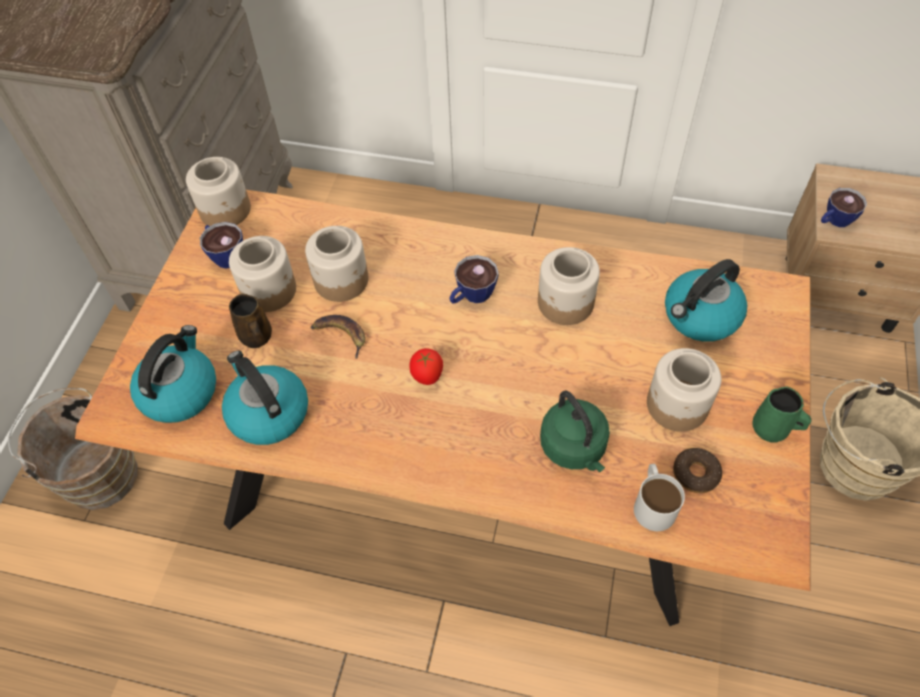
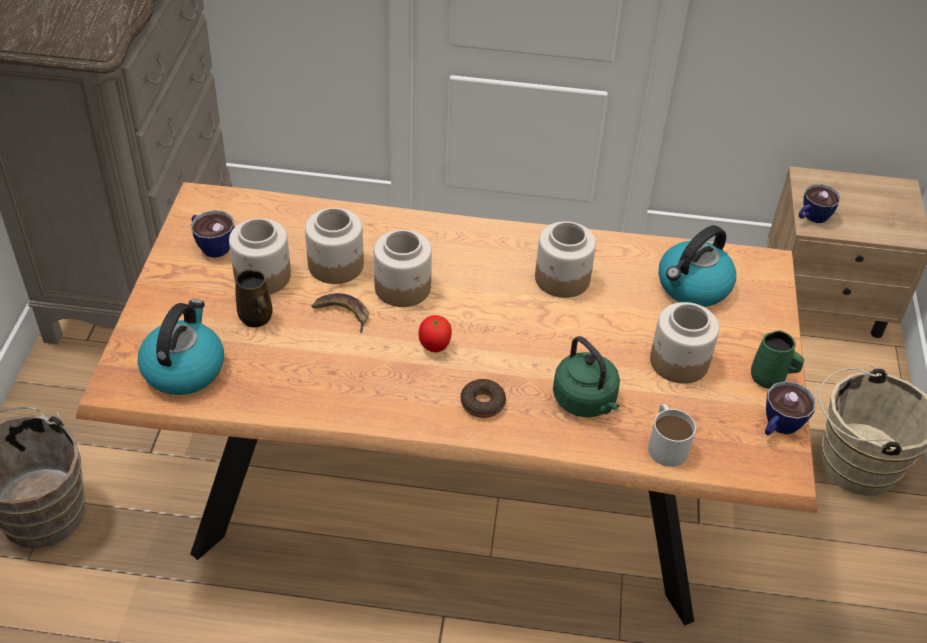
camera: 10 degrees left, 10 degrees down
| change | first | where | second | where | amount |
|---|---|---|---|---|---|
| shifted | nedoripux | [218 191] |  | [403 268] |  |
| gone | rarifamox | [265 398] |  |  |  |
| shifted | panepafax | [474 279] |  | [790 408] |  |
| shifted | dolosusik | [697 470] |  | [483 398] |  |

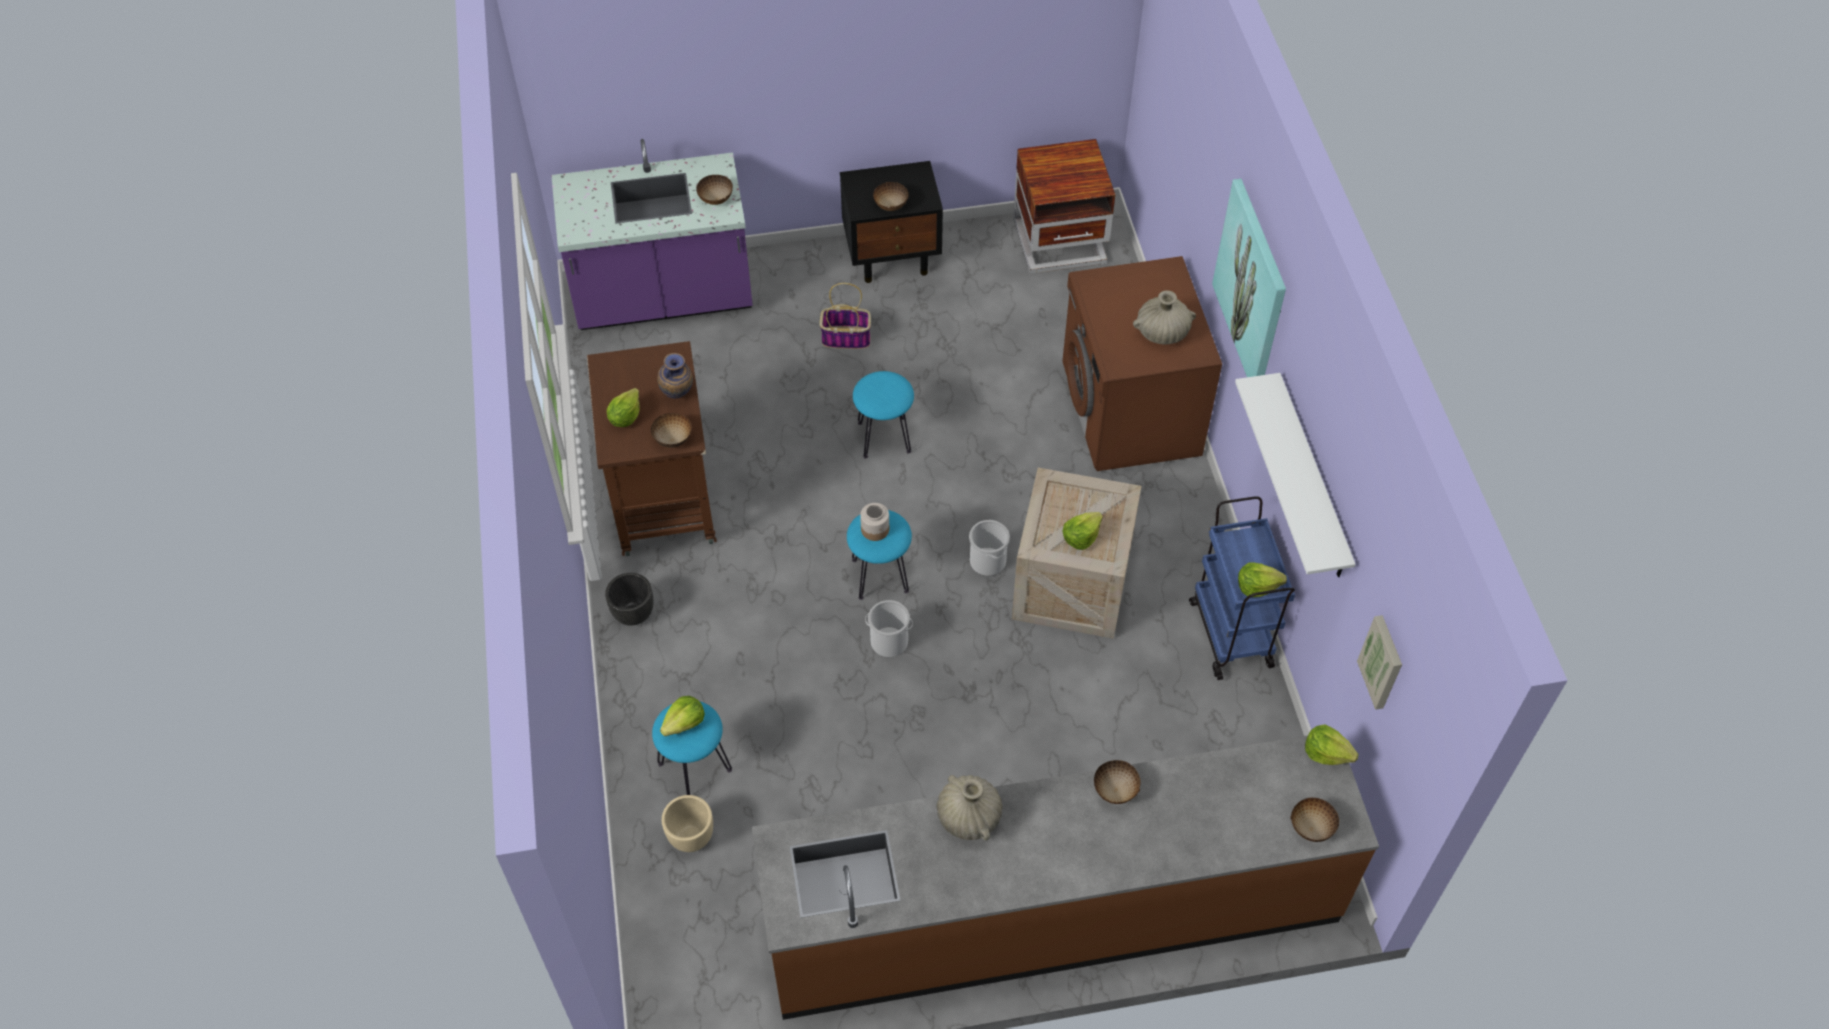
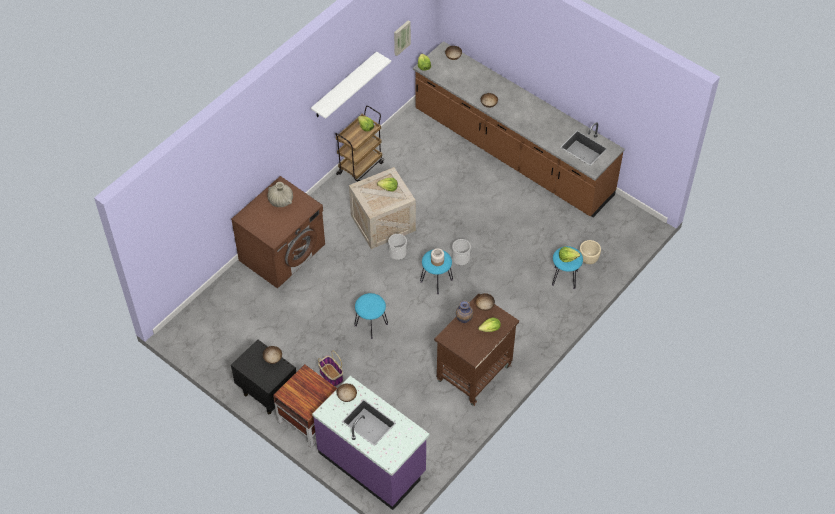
camera: 130 degrees left, 0 degrees up
| change | first | where | second | where | amount |
|---|---|---|---|---|---|
| gone | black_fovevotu | [629 599] |  |  |  |
| gone | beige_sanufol | [969 808] |  |  |  |
| shifted | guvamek | [1064 206] |  | [305 406] |  |
| repainted | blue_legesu | [1242 588] | brown_legesu | [360 144] |  |
| gone | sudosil | [1249 278] |  |  |  |

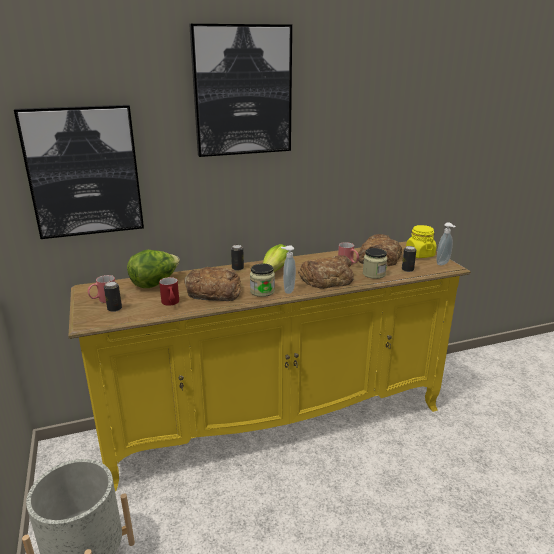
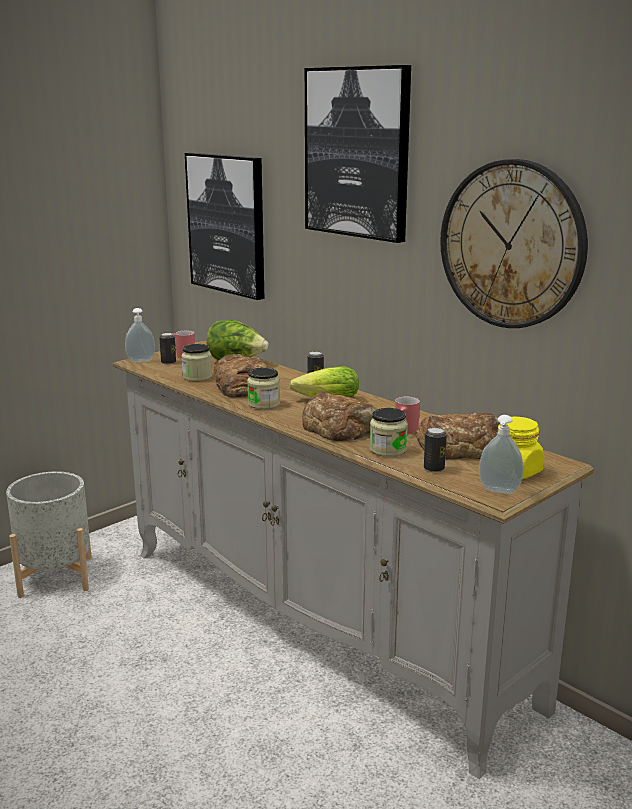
camera: 65 degrees right, 5 degrees down
| change | first | where | second | where | amount |
|---|---|---|---|---|---|
| repainted | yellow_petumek | [270 366] | grey_petumek | [353 560] |  |
| swapped | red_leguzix | [169 291] | nedoripux | [196 362] |  |
| shifted | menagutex | [288 269] |  | [140 335] |  |
| new |  |  | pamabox | [514 243] |  |

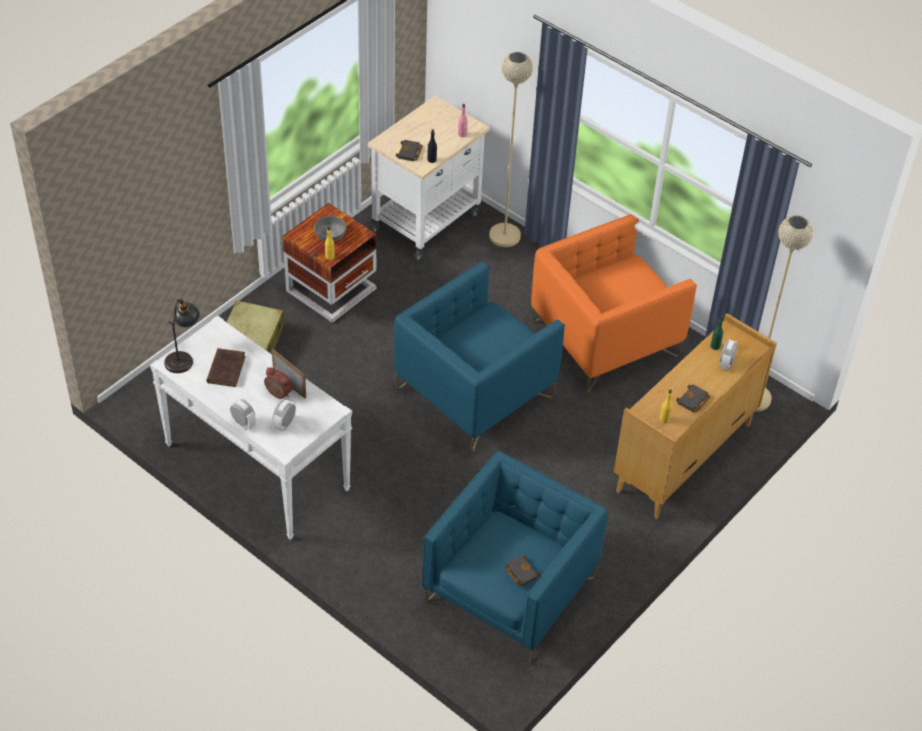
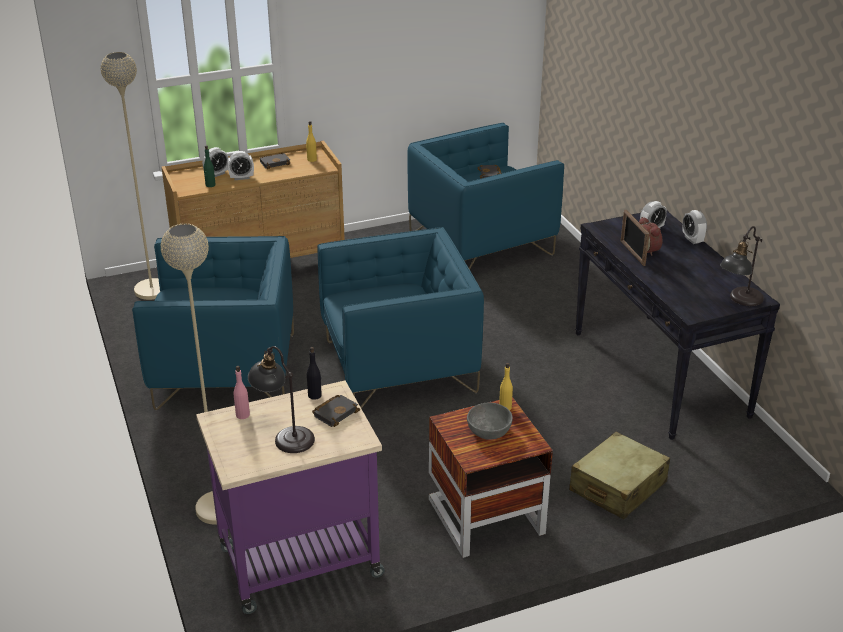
camera: 150 degrees left, 15 degrees down
| change | first | where | second | where | amount |
|---|---|---|---|---|---|
| repainted | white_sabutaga | [251 427] | black_sabutaga | [677 325] |  |
| gone | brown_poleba | [226 367] |  |  |  |
| repainted | white_legesu | [429 177] | purple_legesu | [290 497] |  |
| repainted | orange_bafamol | [614 303] | blue_bafamol | [213 323] |  |
| new |  |  | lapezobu | [240 165] |  |
| new |  |  | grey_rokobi | [281 399] |  |

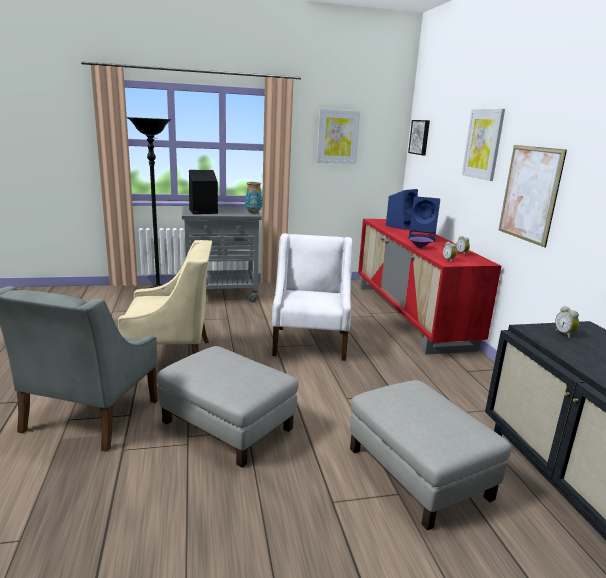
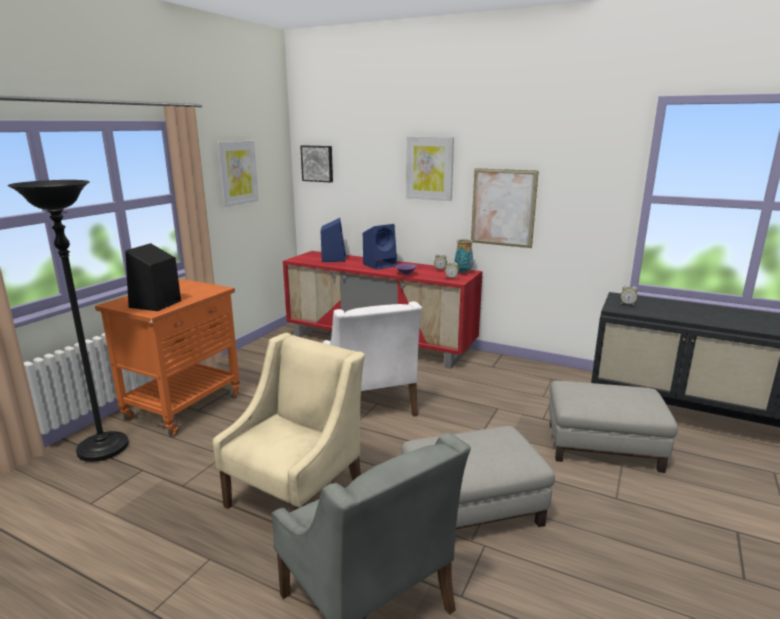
camera: 50 degrees left, 0 degrees up
| change | first | where | second | where | amount |
|---|---|---|---|---|---|
| repainted | grey_legesu | [222 254] | orange_legesu | [167 357] |  |
| shifted | sanufol | [253 198] |  | [463 256] |  |
| rotated | white_bafamol | [312 297] |  | [372 359] | 150 degrees counterclockwise |

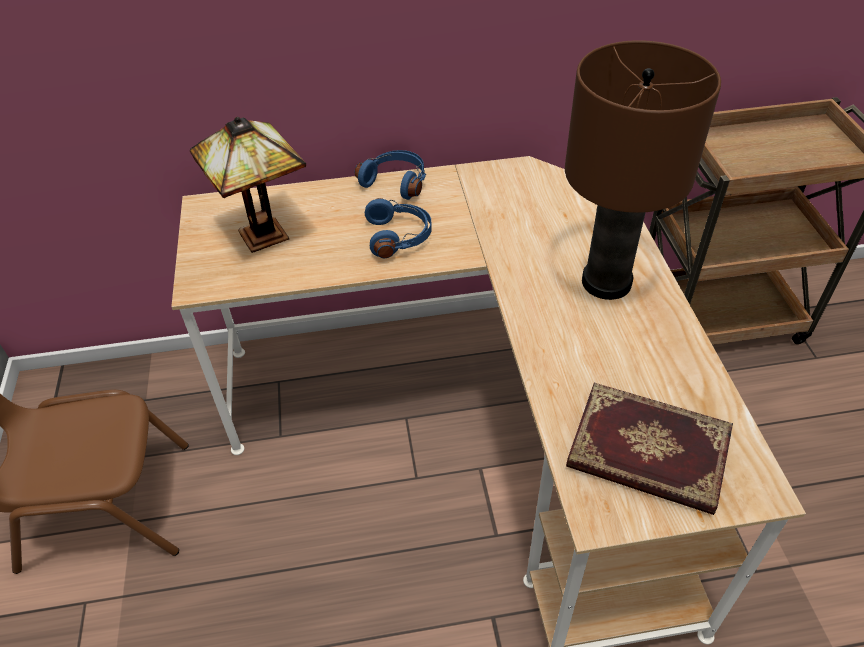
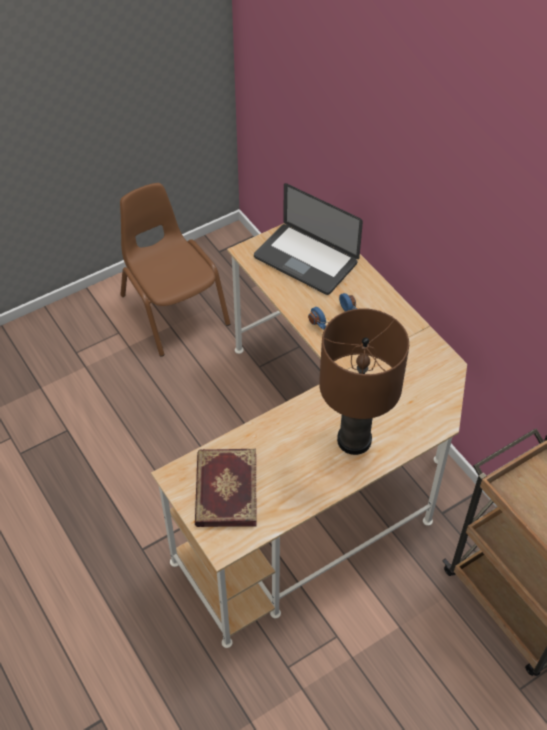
camera: 65 degrees right, 5 degrees up
| change | first | where | second | where | amount |
|---|---|---|---|---|---|
| swapped | rokobi | [248 185] | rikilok | [308 239] |  |
| gone | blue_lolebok | [390 175] |  |  |  |

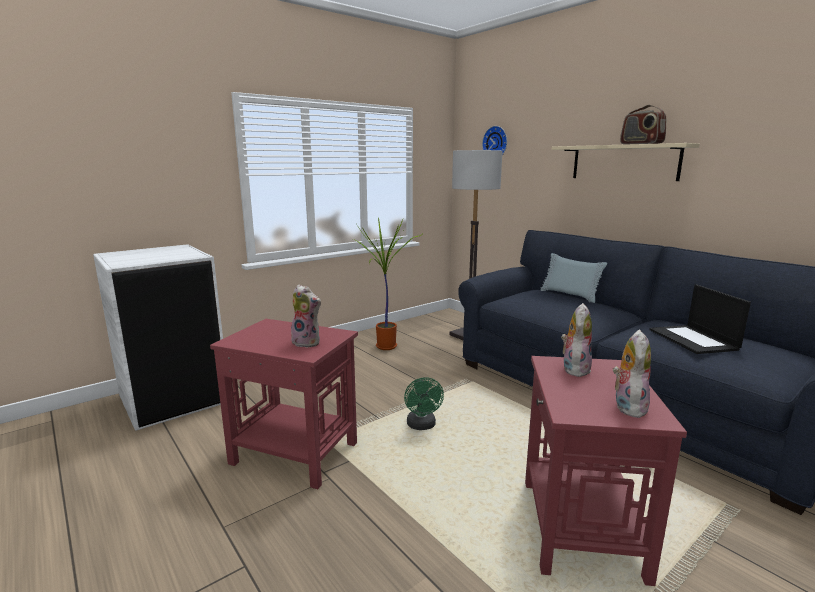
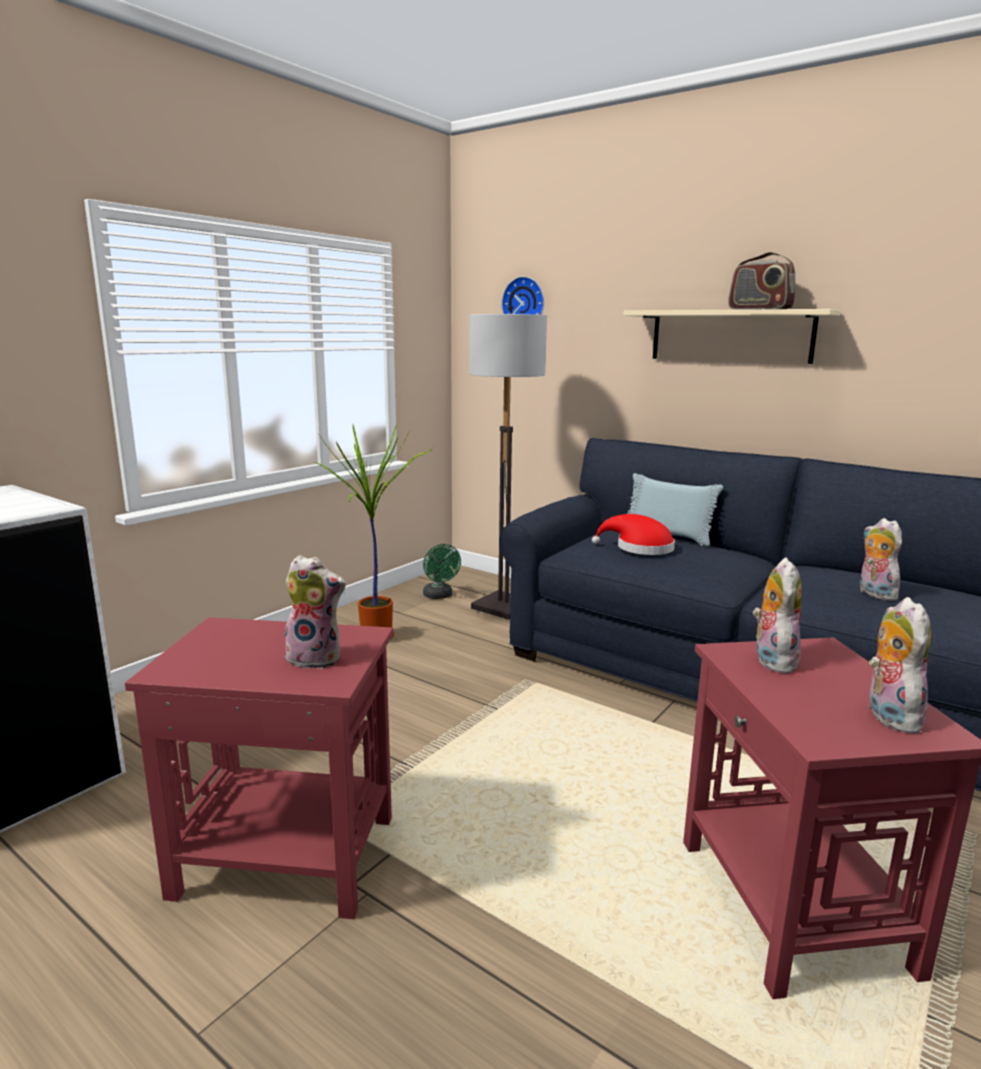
camera: 15 degrees left, 0 degrees up
| change | first | where | second | where | amount |
|---|---|---|---|---|---|
| shifted | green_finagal | [424 403] |  | [442 571] |  |
| swapped | rikilok | [700 319] | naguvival | [880 559] |  |
| new |  |  | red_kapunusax | [633 534] |  |

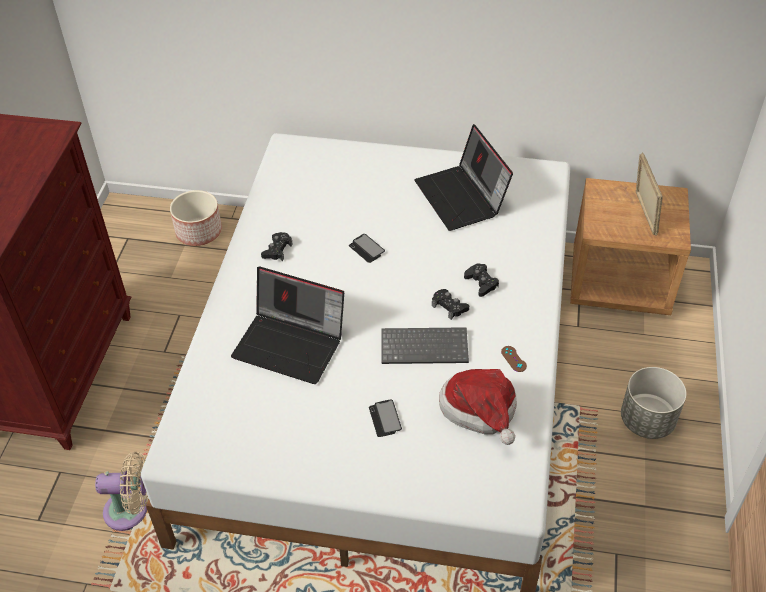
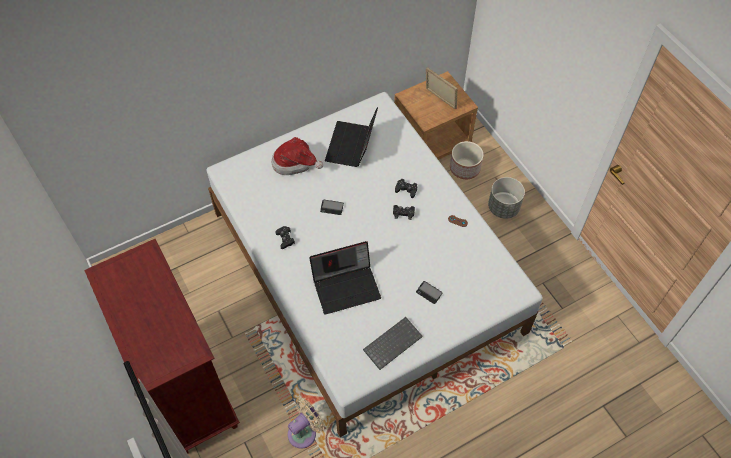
camera: 40 degrees left, 10 degrees up
| change | first | where | second | where | amount |
|---|---|---|---|---|---|
| shifted | fovevotu | [196 218] |  | [467 160] |  |
| shifted | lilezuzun | [425 345] |  | [393 343] |  |
| rotated | rikilok | [463 177] |  | [351 137] | 75 degrees clockwise |
| shifted | kapunusax | [478 407] |  | [297 156] |  |

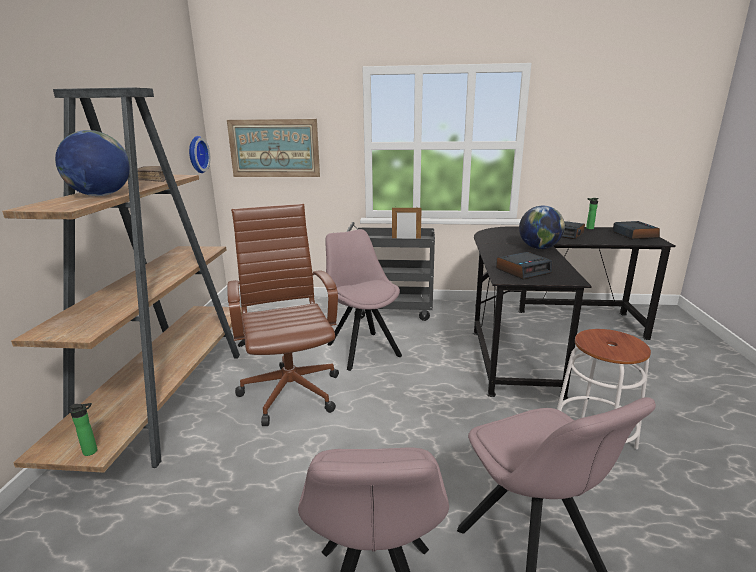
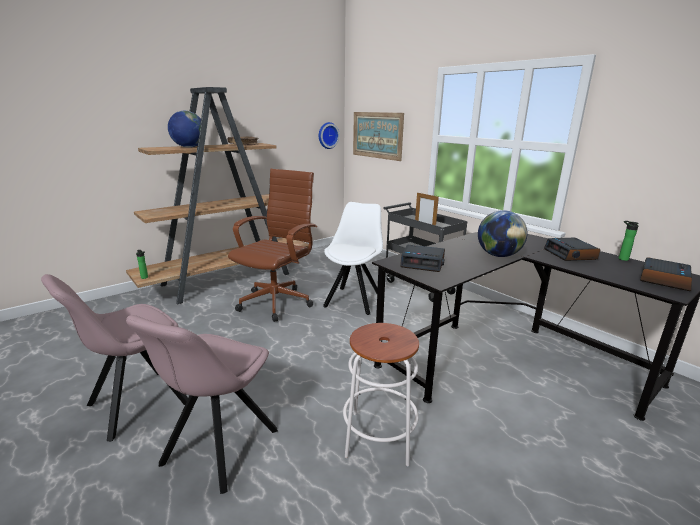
camera: 45 degrees right, 0 degrees up
| change | first | where | second | where | amount |
|---|---|---|---|---|---|
| repainted | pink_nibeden | [363 300] | white_nibeden | [353 258] |  |

